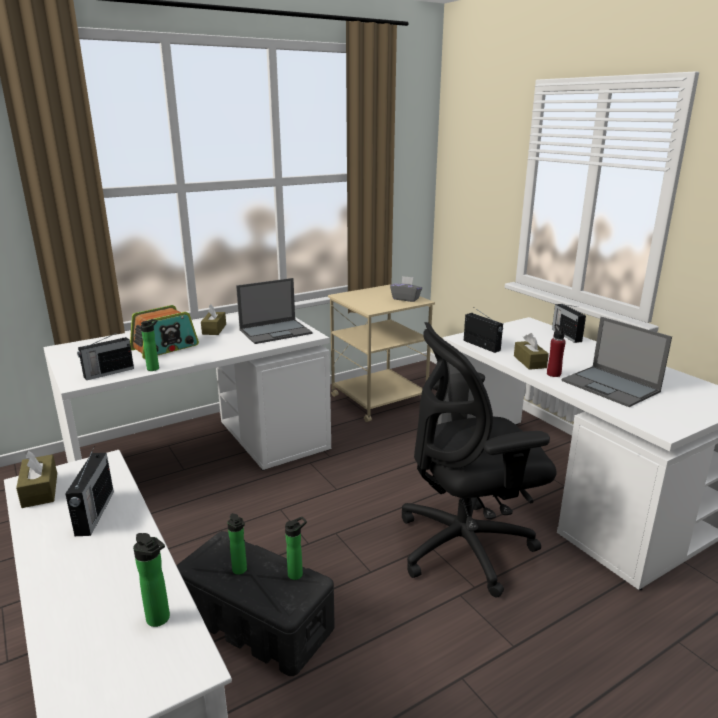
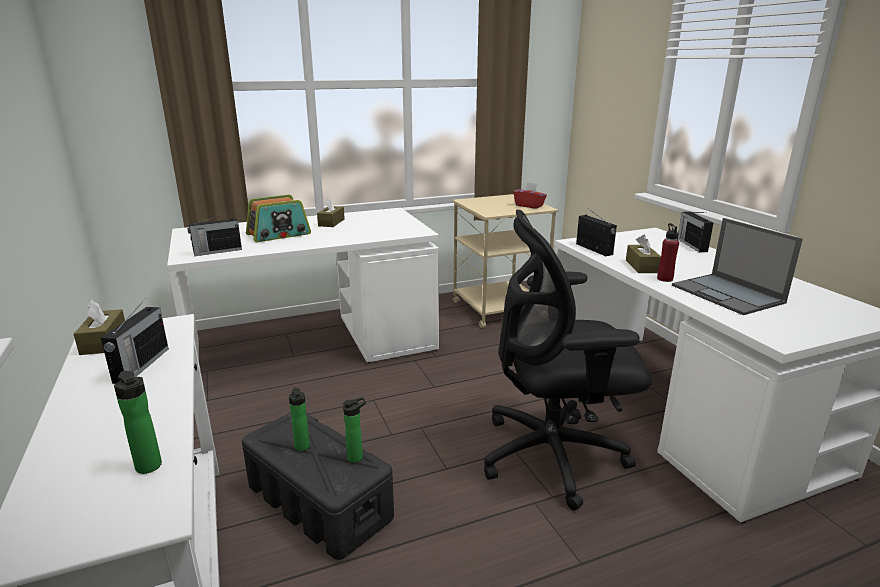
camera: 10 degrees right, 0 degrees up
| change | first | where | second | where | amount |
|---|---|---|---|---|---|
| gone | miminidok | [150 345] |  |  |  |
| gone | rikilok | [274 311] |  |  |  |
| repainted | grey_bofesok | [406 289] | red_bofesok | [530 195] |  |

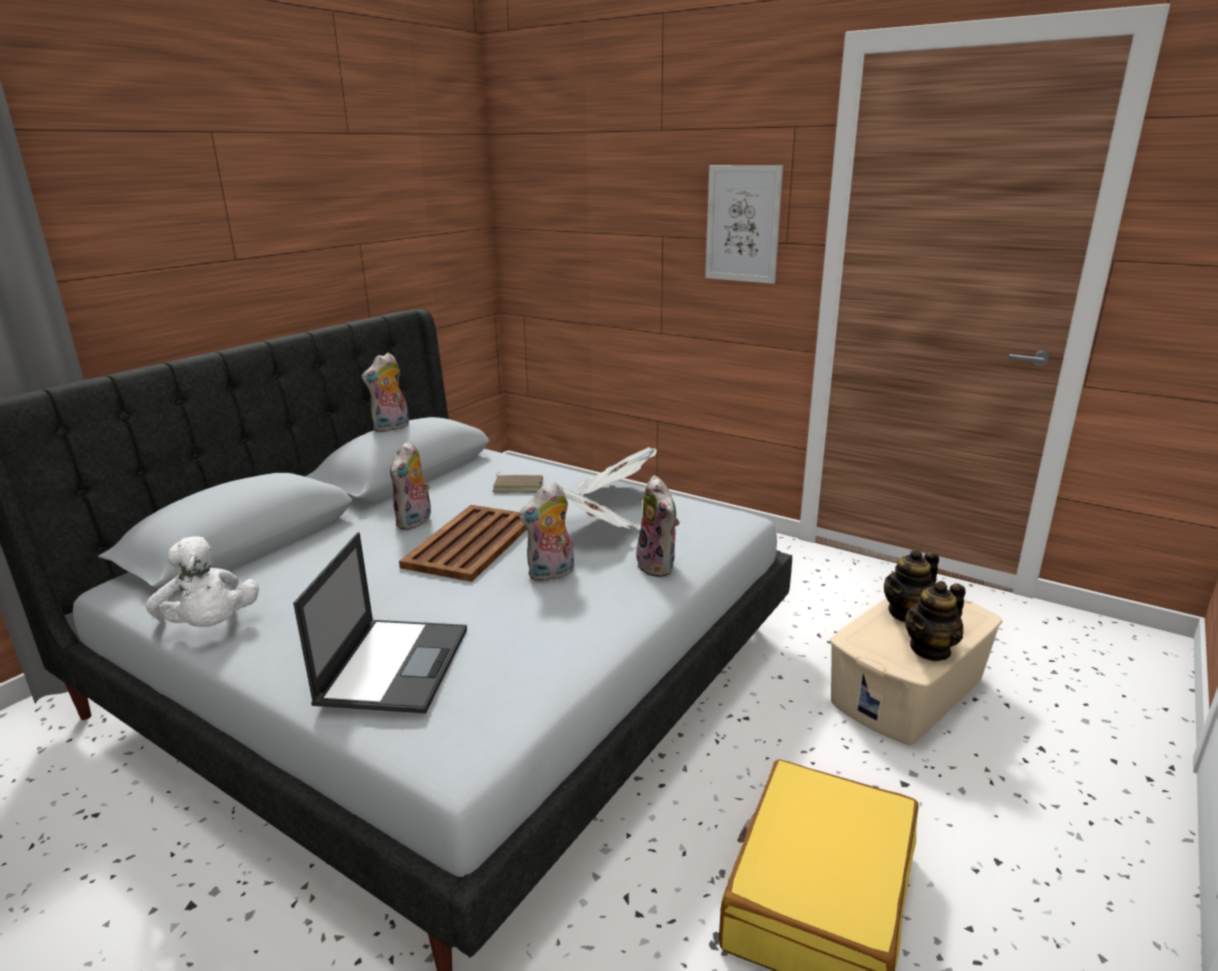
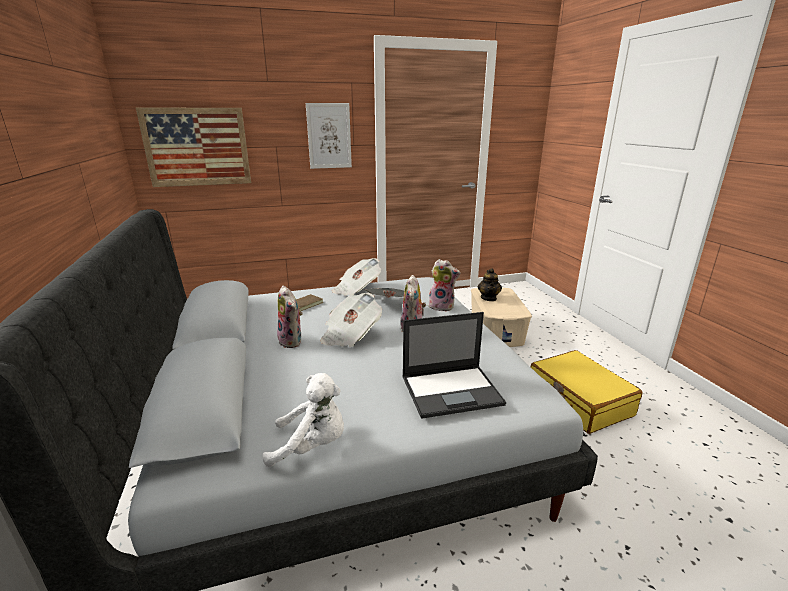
camera: 50 degrees left, 0 degrees up
| change | first | where | second | where | amount |
|---|---|---|---|---|---|
| rotated | rikilok | [380 623] |  | [454 365] | 120 degrees clockwise |
| gone | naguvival | [385 393] |  |  |  |
| swapped | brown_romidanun | [463 543] | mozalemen | [351 320] |  |
| gone | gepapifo | [935 621] |  |  |  |
| new |  |  | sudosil | [193 147] |  |

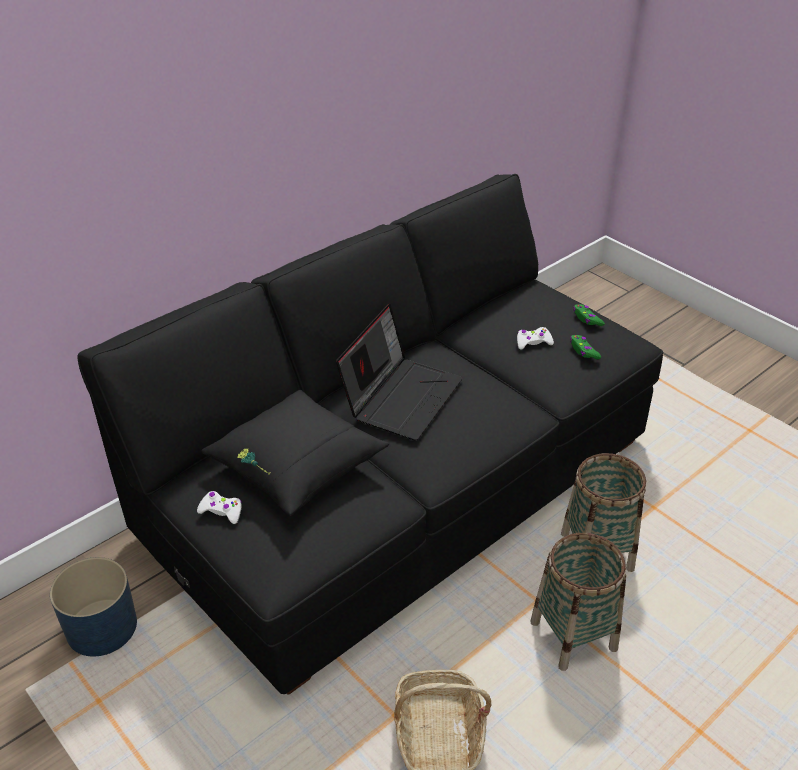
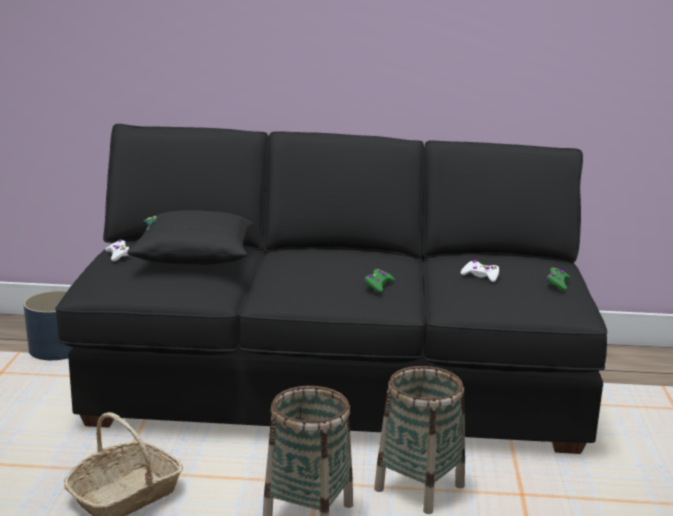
camera: 45 degrees right, 20 degrees down
| change | first | where | second | where | amount |
|---|---|---|---|---|---|
| gone | rikilok | [399 372] |  |  |  |
| shifted | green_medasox | [585 347] |  | [379 281] |  |

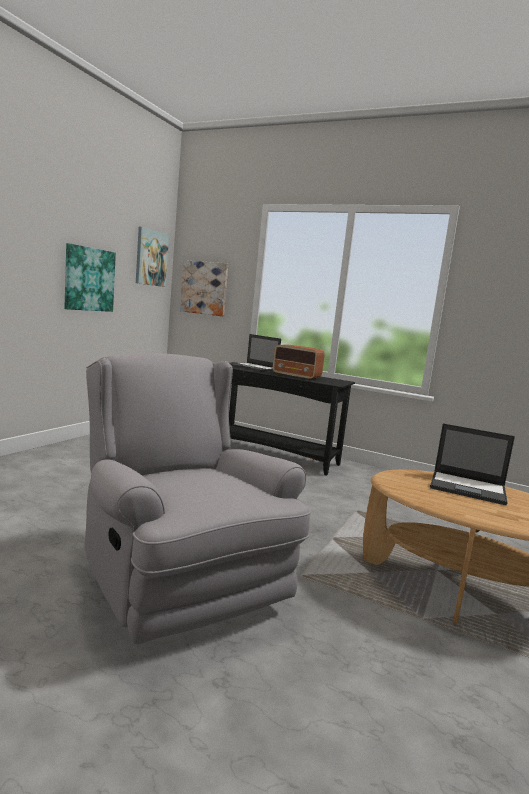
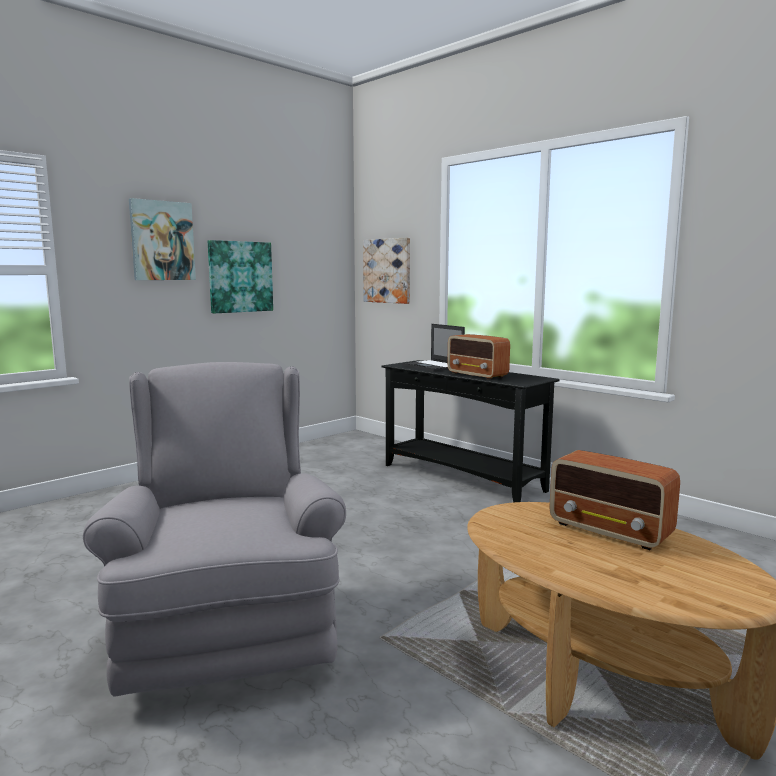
camera: 20 degrees right, 0 degrees up
| change | first | where | second | where | amount |
|---|---|---|---|---|---|
| shifted | sudosil | [152 257] |  | [162 239] |  |
| swapped | rikilok | [472 464] | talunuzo | [614 500] |  |

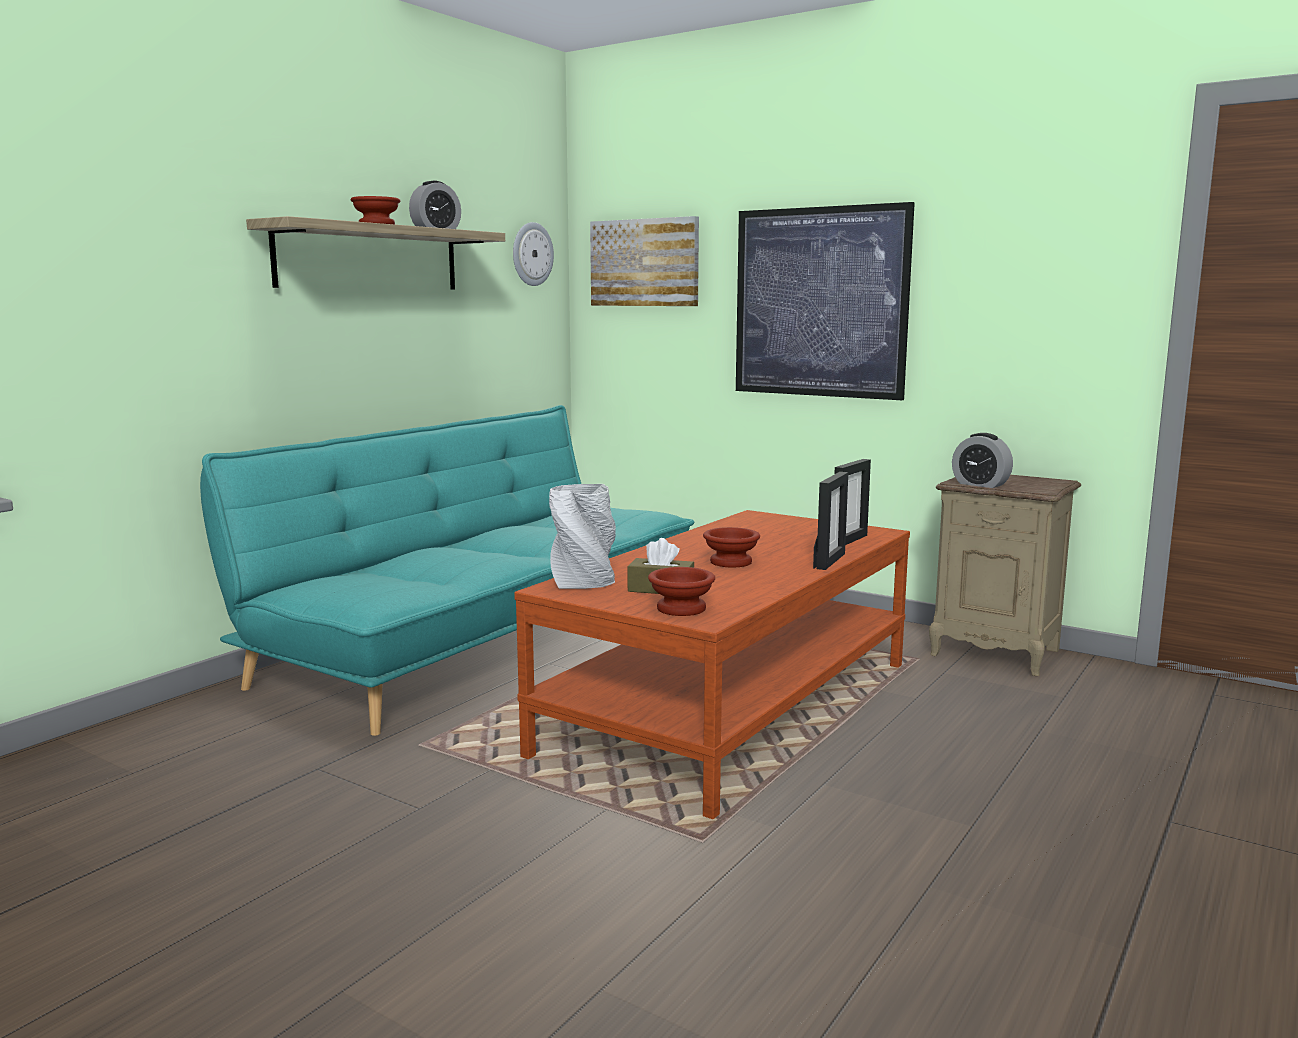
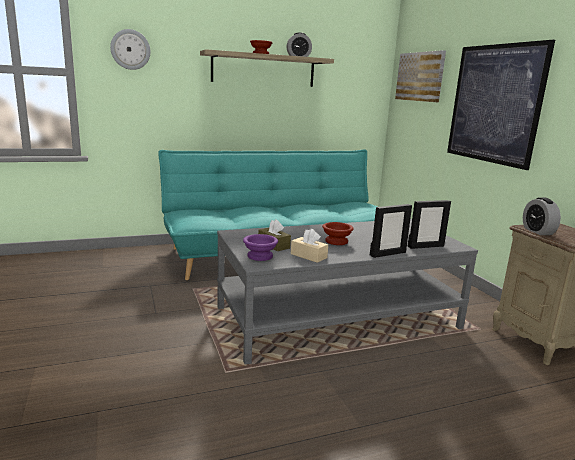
camera: 35 degrees right, 5 degrees up
| change | first | where | second | where | amount |
|---|---|---|---|---|---|
| shifted | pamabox | [533 254] |  | [130 49] |  |
| repainted | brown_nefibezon | [712 664] | grey_nefibezon | [347 292] |  |
| gone | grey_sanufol | [582 536] |  |  |  |
| repainted | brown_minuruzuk | [681 591] | purple_minuruzuk | [260 247] |  |
| new |  |  | beige_bofesok | [309 246] |  |

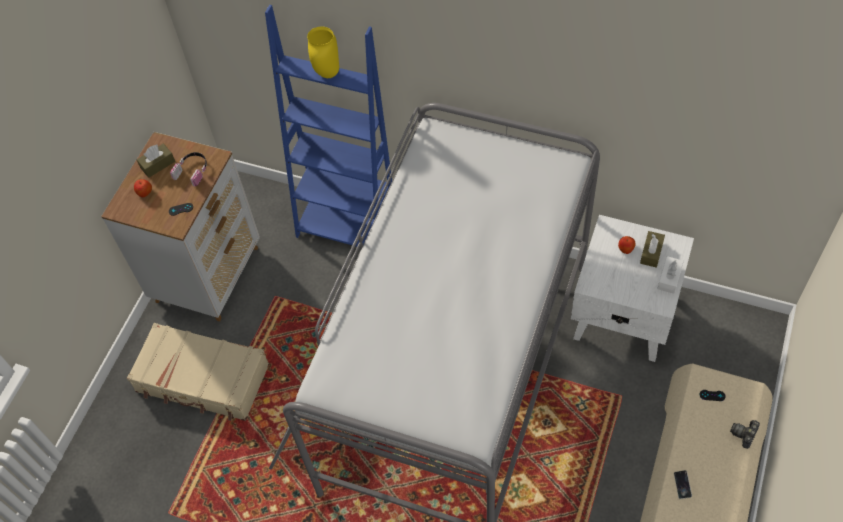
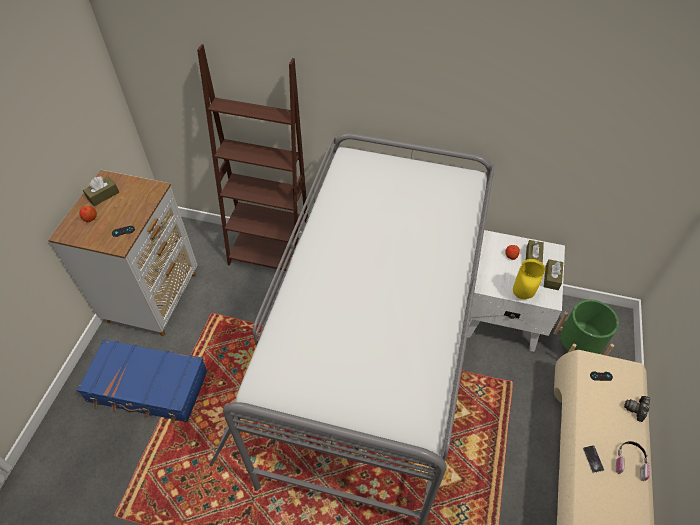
camera: 10 degrees left, 5 degrees down
| change | first | where | second | where | amount |
|---|---|---|---|---|---|
| repainted | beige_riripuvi | [198 372] | blue_riripuvi | [142 381] |  |
| shifted | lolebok | [188 169] |  | [633 461] |  |
| repainted | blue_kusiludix | [328 126] | brown_kusiludix | [252 157] |  |
| shifted | yellow_sanufol | [323 52] |  | [529 279] |  |
| repainted | white_bofesok | [670 275] | brown_bofesok | [553 274] |  |
| new |  |  | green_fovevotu | [586 327] |  |

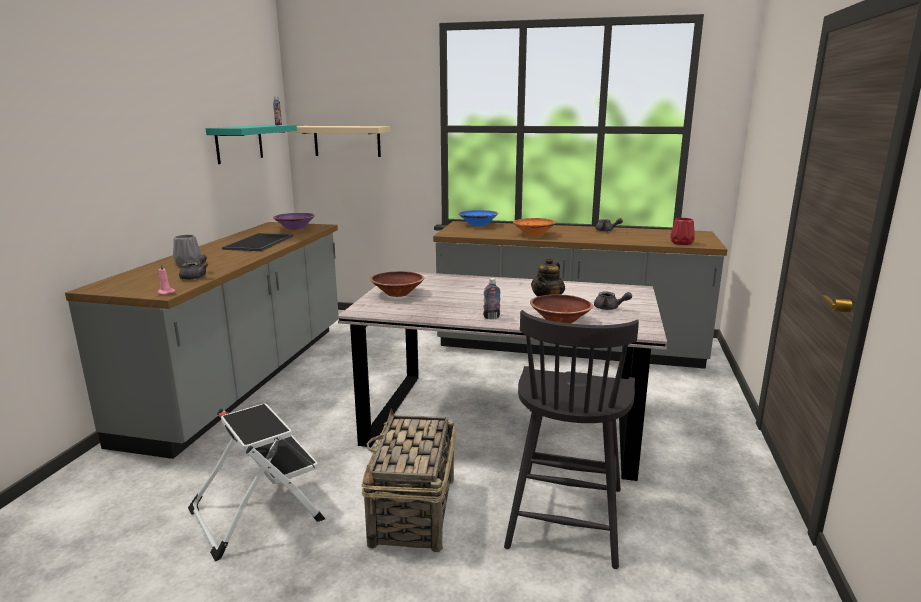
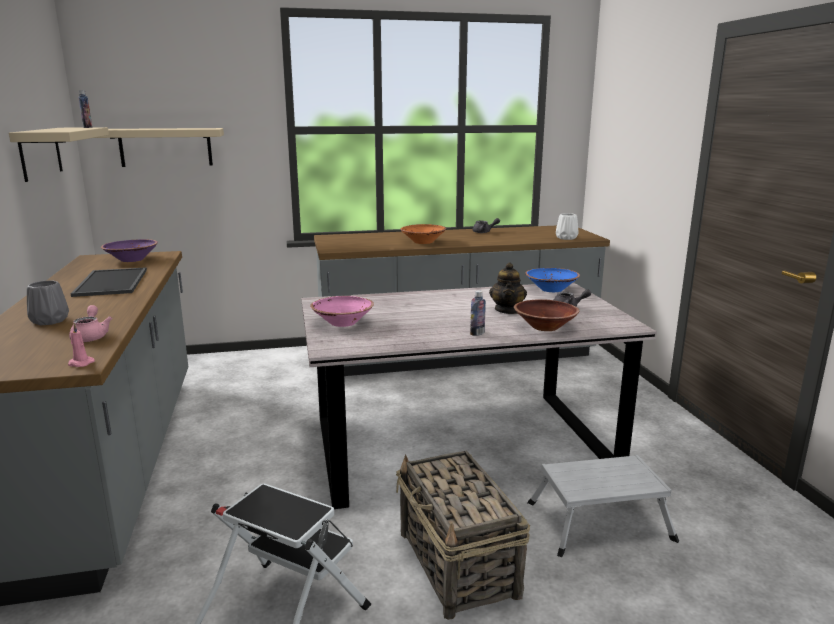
camera: 25 degrees left, 0 degrees up
| change | first | where | second | where | amount |
|---|---|---|---|---|---|
| repainted | grey_gepapifo | [193 267] | pink_gepapifo | [90 323] |  |
| repainted | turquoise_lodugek | [251 144] | beige_lodugek | [59 154] |  |
| repainted | brown_minuruzuk | [397 284] | pink_minuruzuk | [342 311] |  |
| shifted | blue_minuruzuk | [478 218] |  | [553 280] |  |
| swapped | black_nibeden | [571 439] | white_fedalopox | [603 506] |  |
| repainted | red_sanufol | [683 231] | white_sanufol | [567 226] |  |

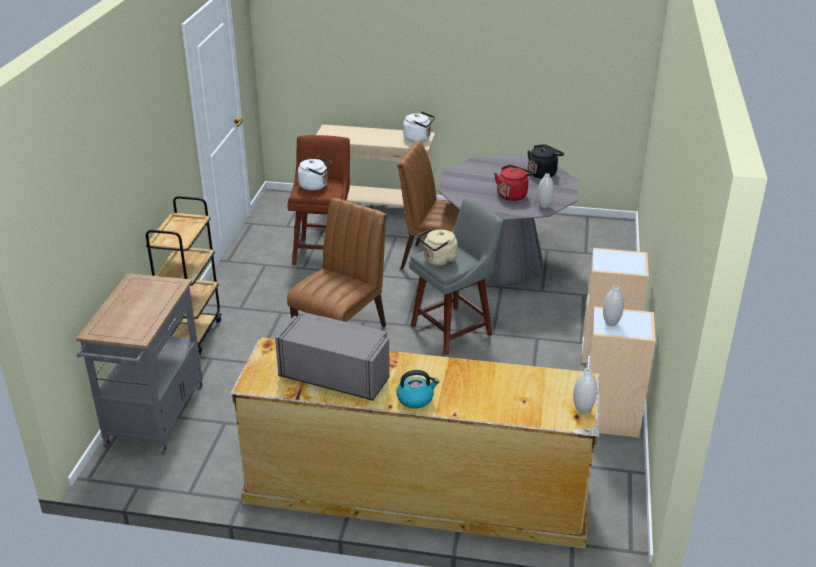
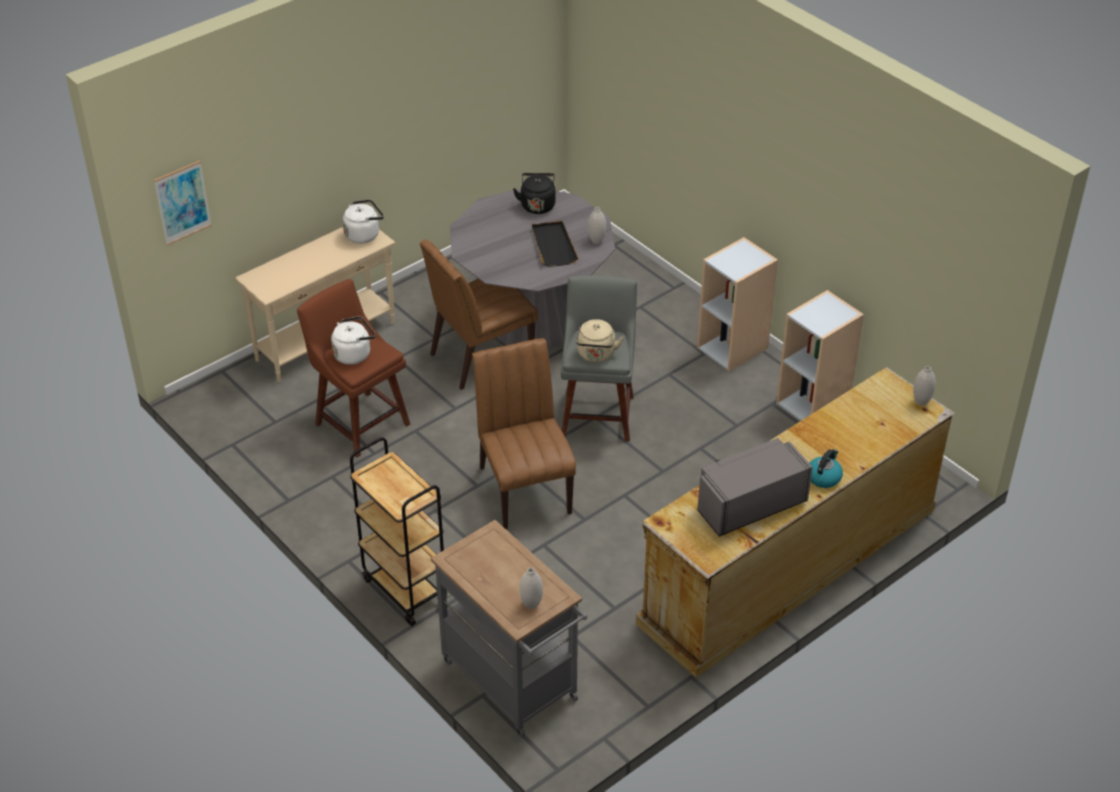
camera: 50 degrees left, 10 degrees up
| change | first | where | second | where | amount |
|---|---|---|---|---|---|
| swapped | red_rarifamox | [514 183] | black_romidanun | [555 244] |  |
| shifted | white_sanufol | [613 306] |  | [531 588] |  |
| new |  |  | sudosil | [183 202] |  |

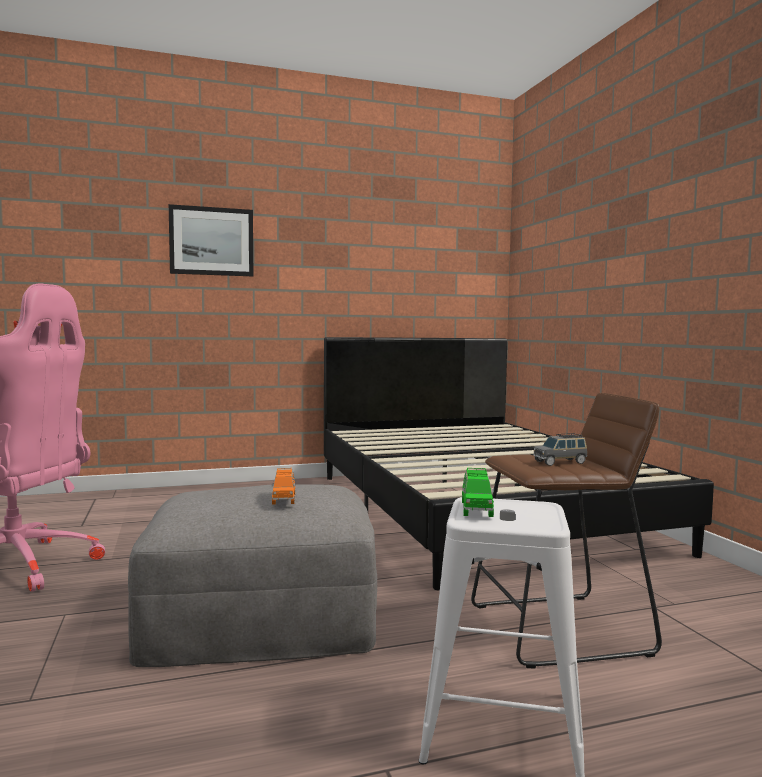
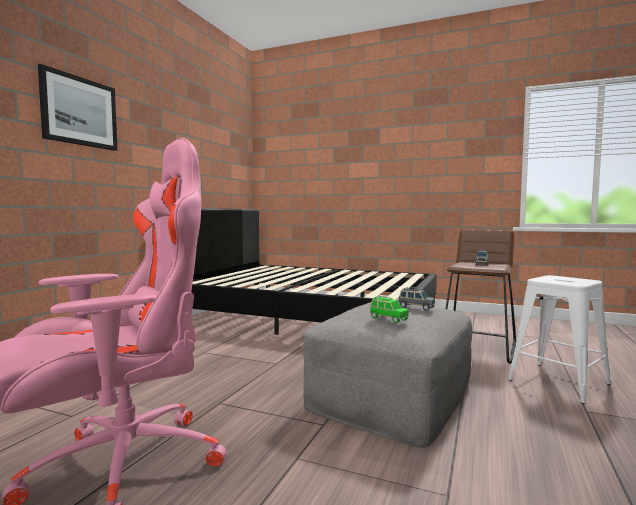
camera: 50 degrees left, 0 degrees up
| change | first | where | second | where | amount |
|---|---|---|---|---|---|
| repainted | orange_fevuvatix | [283 486] | grey_fevuvatix | [417 299] |  |
| shifted | green_fevuvatix | [478 492] |  | [389 309] |  |

